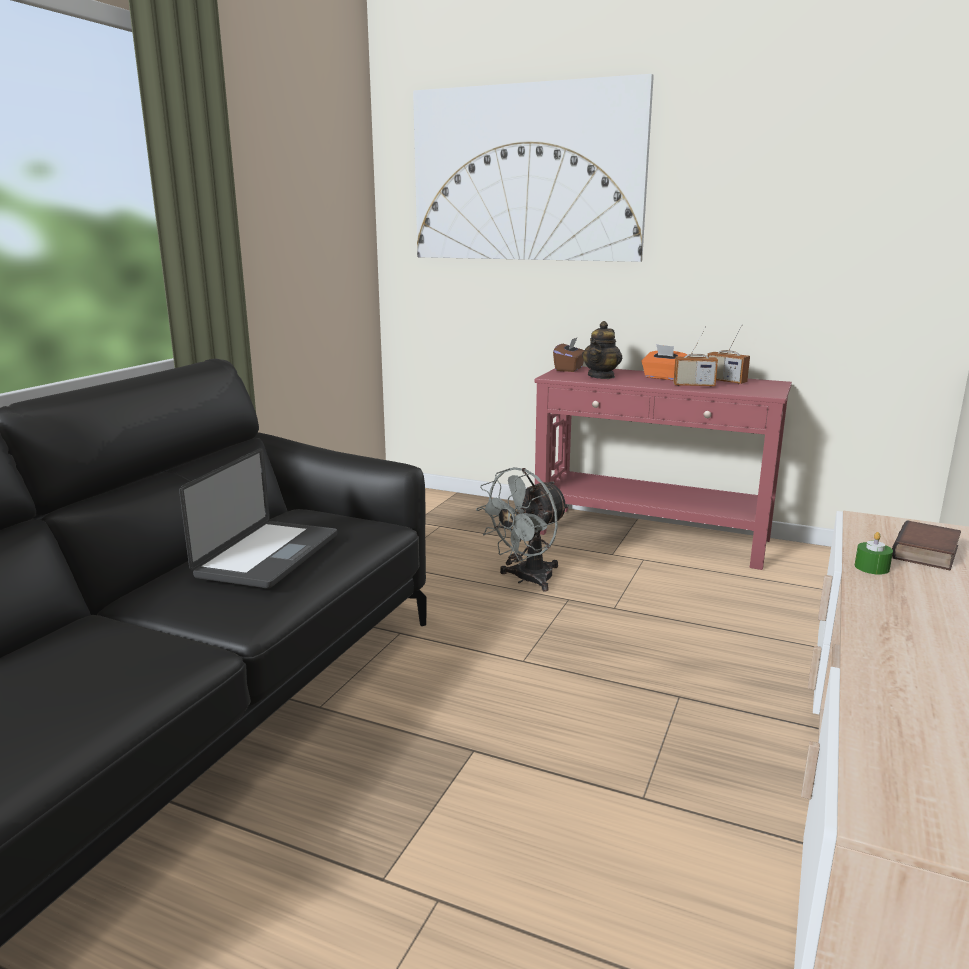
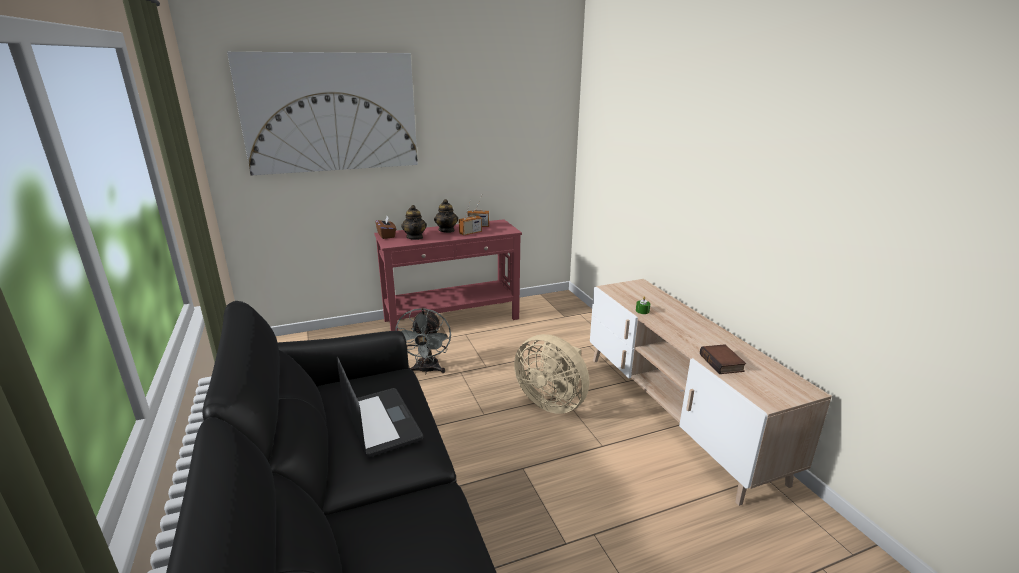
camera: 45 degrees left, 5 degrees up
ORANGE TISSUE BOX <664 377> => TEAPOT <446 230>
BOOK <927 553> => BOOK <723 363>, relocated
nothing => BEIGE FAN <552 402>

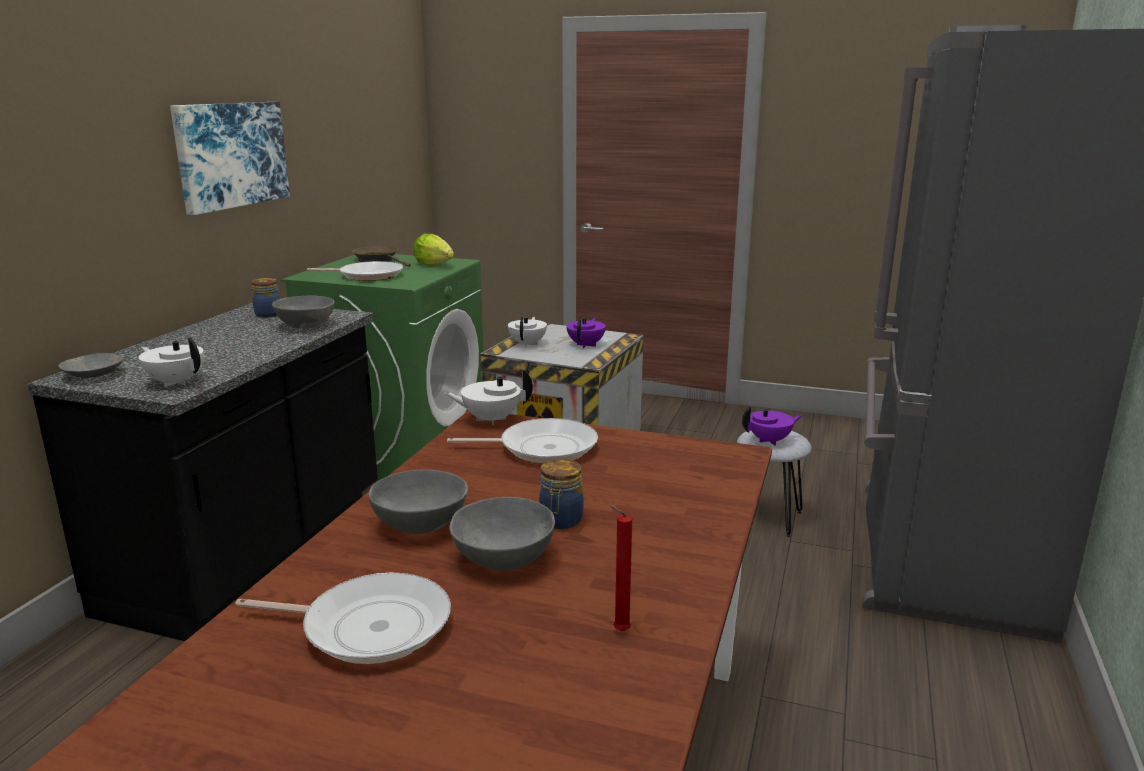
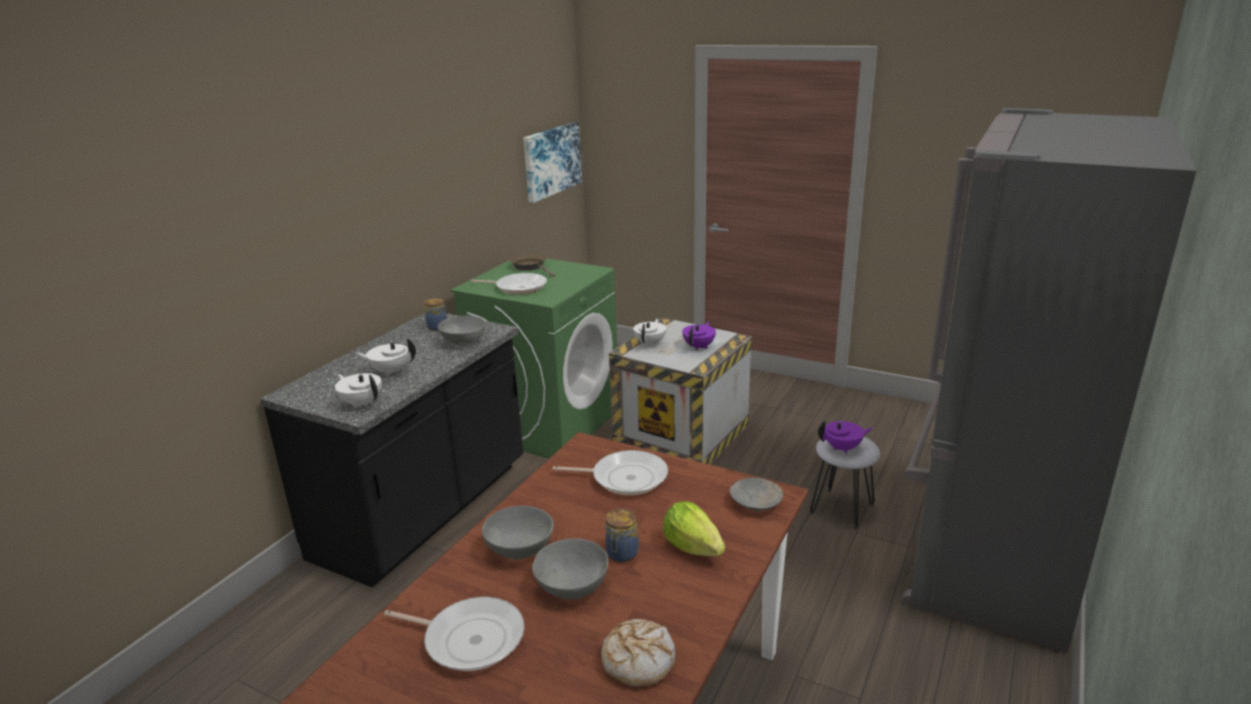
camera: 10 degrees right, 5 degrees up
PICTURE <231 155> => PICTURE <551 161>, relocated
LETTUCE <434 265> => LETTUCE <693 547>, relocated
GREY BOWL <94 375> => GREY BOWL <756 502>, relocated
WHITE TEAPOT <490 419> => WHITE TEAPOT <390 371>, relocated
RED CANDLE <619 631> => BREAD <638 660>

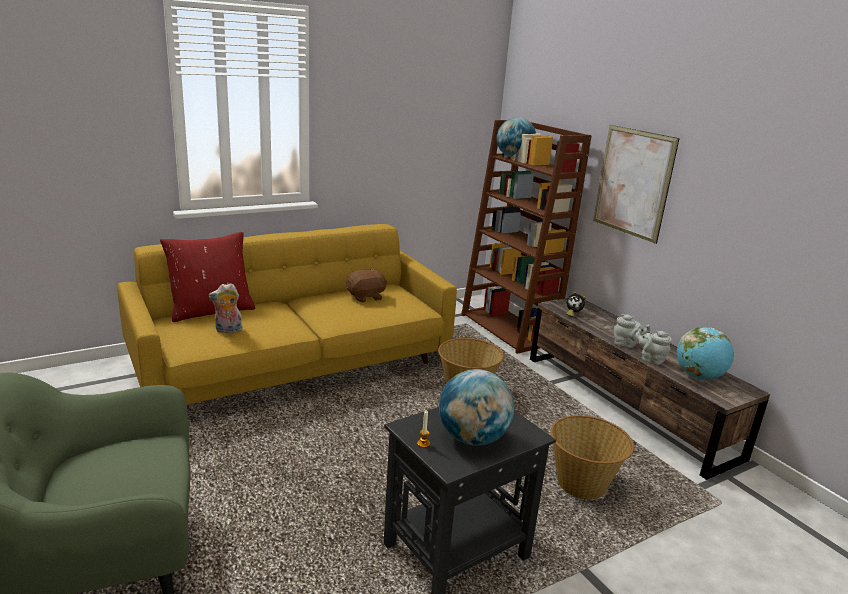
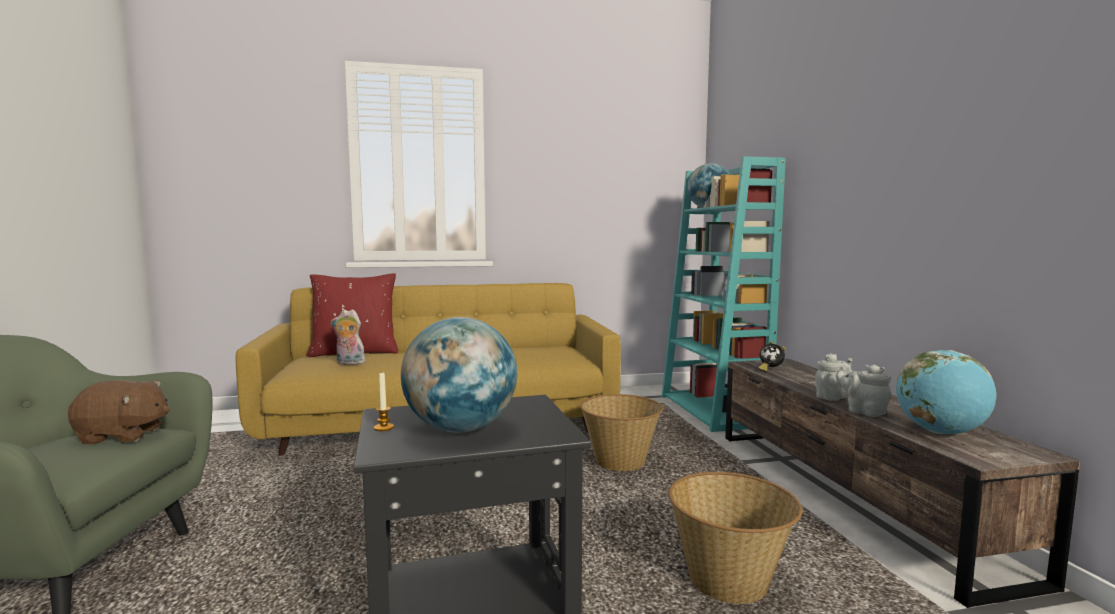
camera: 20 degrees right, 15 degrees down
BROWN BOOKCASE <509 329> => TURQUOISE BOOKCASE <713 411>
PICTURE <633 182> => nothing
BROWN PLUSH TOY <366 297> => BROWN PLUSH TOY <123 436>, relocated
GREY TEAPOT <626 344> => GREY TEAPOT <832 397>, 75 degrees counterclockwise

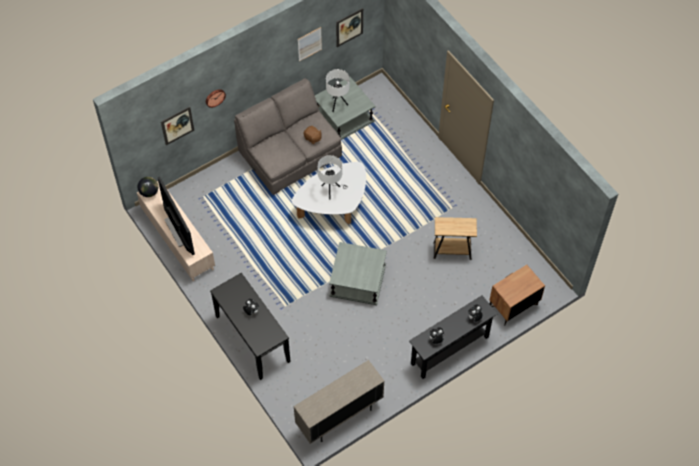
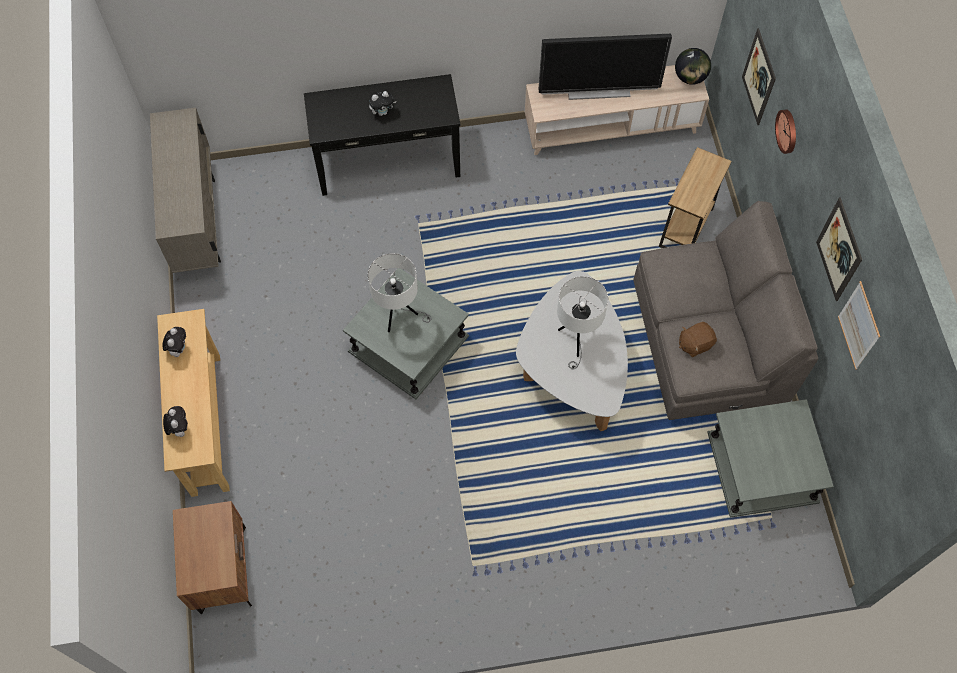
camera: 115 degrees right, 5 degrees up
PICTURE <349 27> => PICTURE <839 250>, relocated
WHITE TABLE LAMP <337 104> => WHITE TABLE LAMP <400 316>, relocated
BROWN SIDE TABLE <452 251> => BROWN SIDE TABLE <686 227>, relocated
BLACK CONSOLE TABLE <450 350> => BEIGE CONSOLE TABLE <205 424>

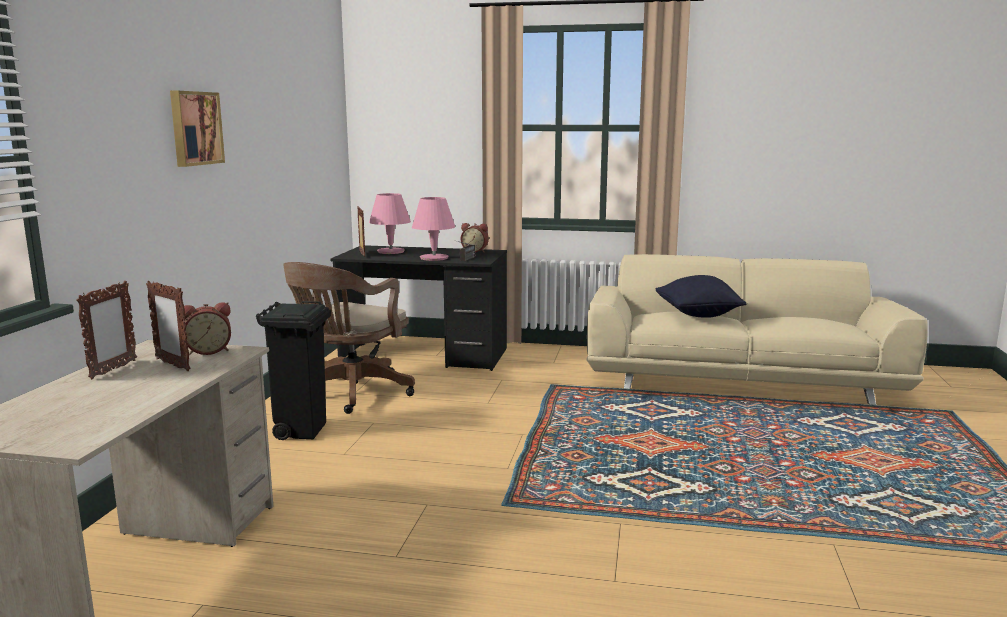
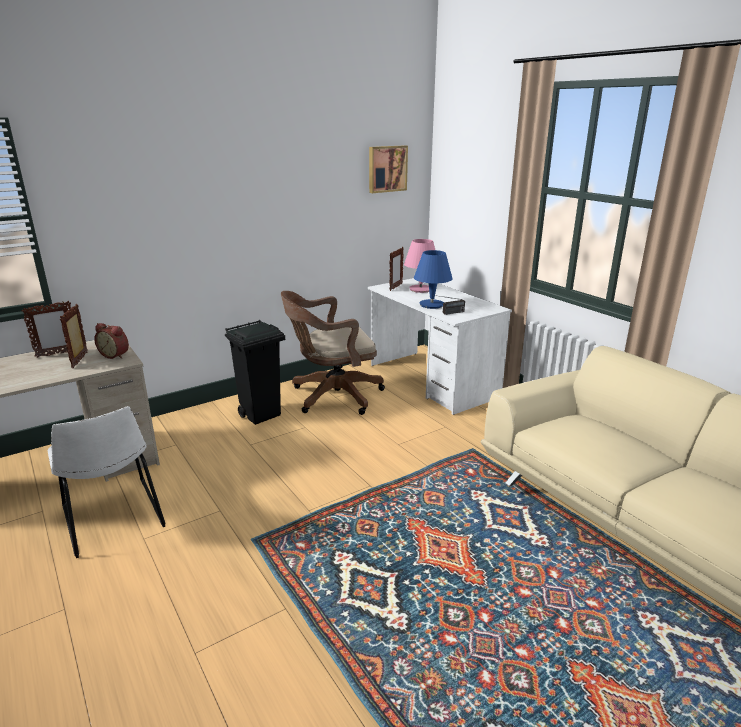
camera: 45 degrees right, 10 degrees up
PICTURE <195 128> => PICTURE <387 169>, relocated
PINK TABLE LAMP <434 258> => BLUE TABLE LAMP <432 305>
ALARM CLOCK <475 251> => nothing
BLACK DESK <424 355> => WHITE DESK <432 381>
BLACK PILLOW <697 315> => nothing
nothing => WHITE CHAIR <114 519>

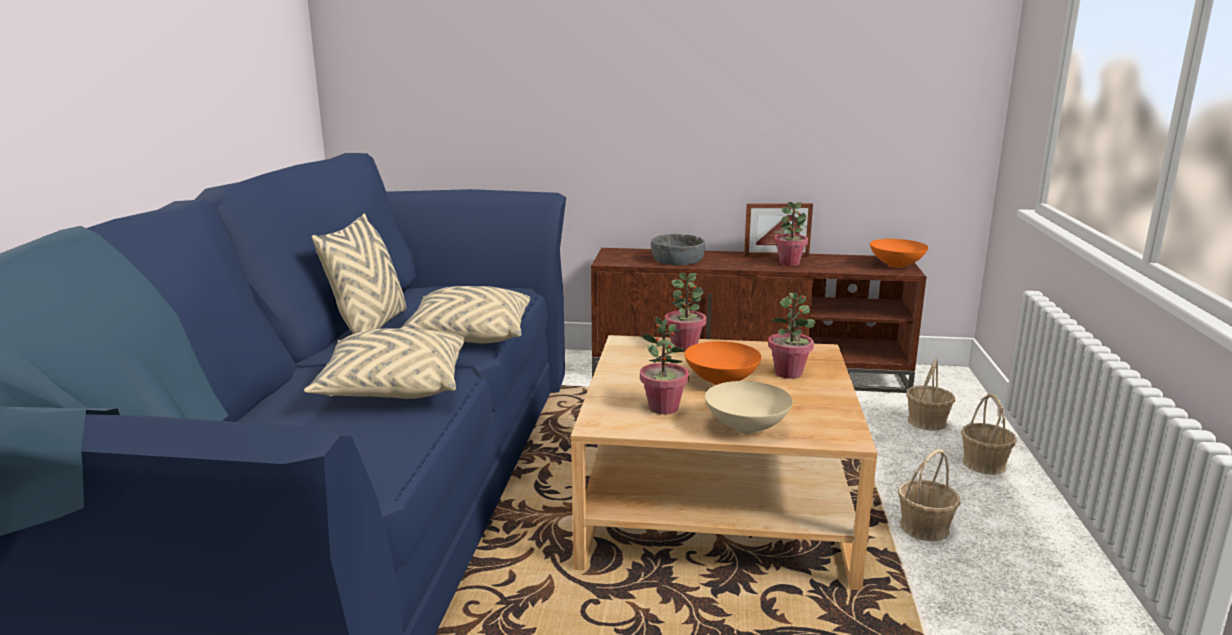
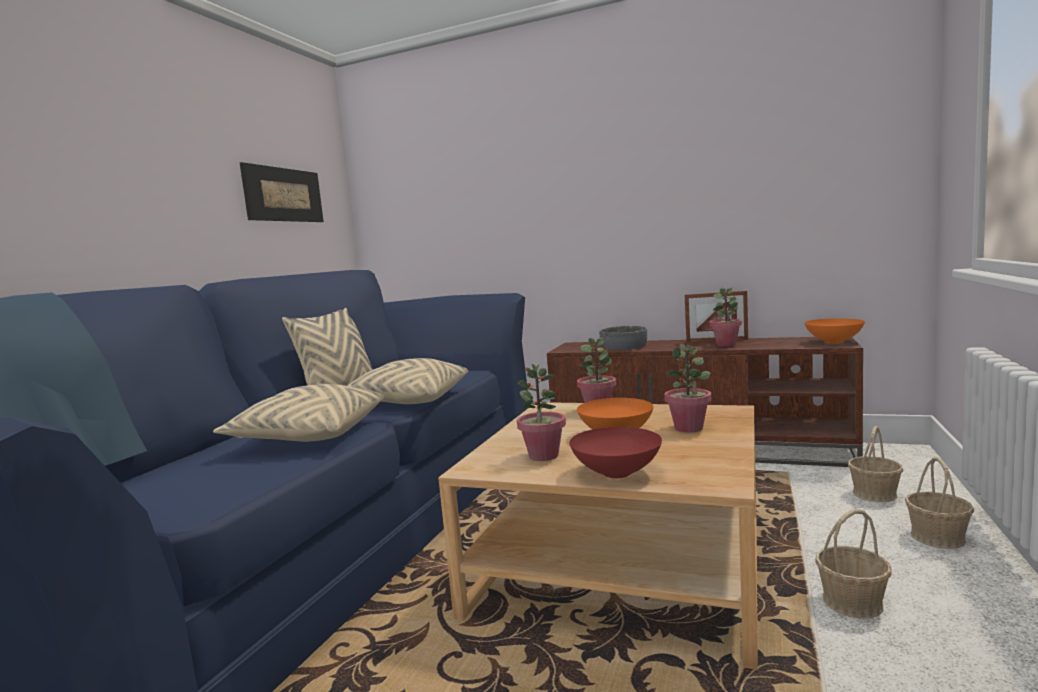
camera: 15 degrees right, 10 degrees down
BEIGE BOWL <748 427> => RED BOWL <618 473>
nothing => PICTURE <284 195>

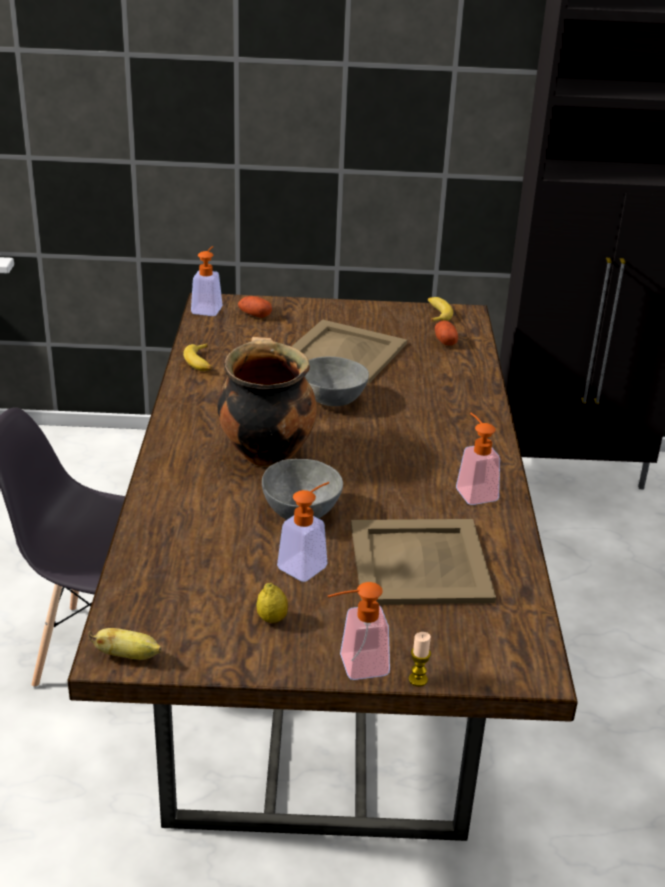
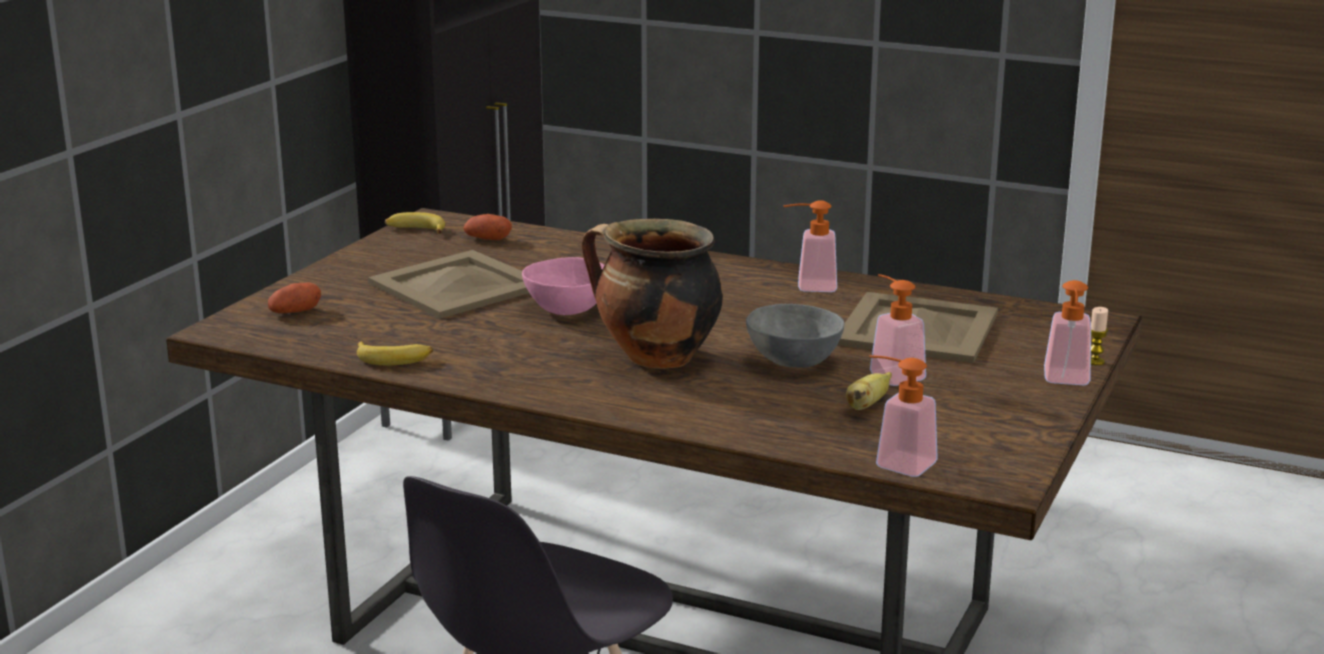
camera: 65 degrees left, 10 degrees down
SOAP DISPENSER <208 308> => SOAP DISPENSER <896 462>, relocated
GREY BOWL <330 399> => PINK BOWL <566 310>
LEMON <272 619> => nothing
BANANA <128 656> => BANANA <867 405>, relocated

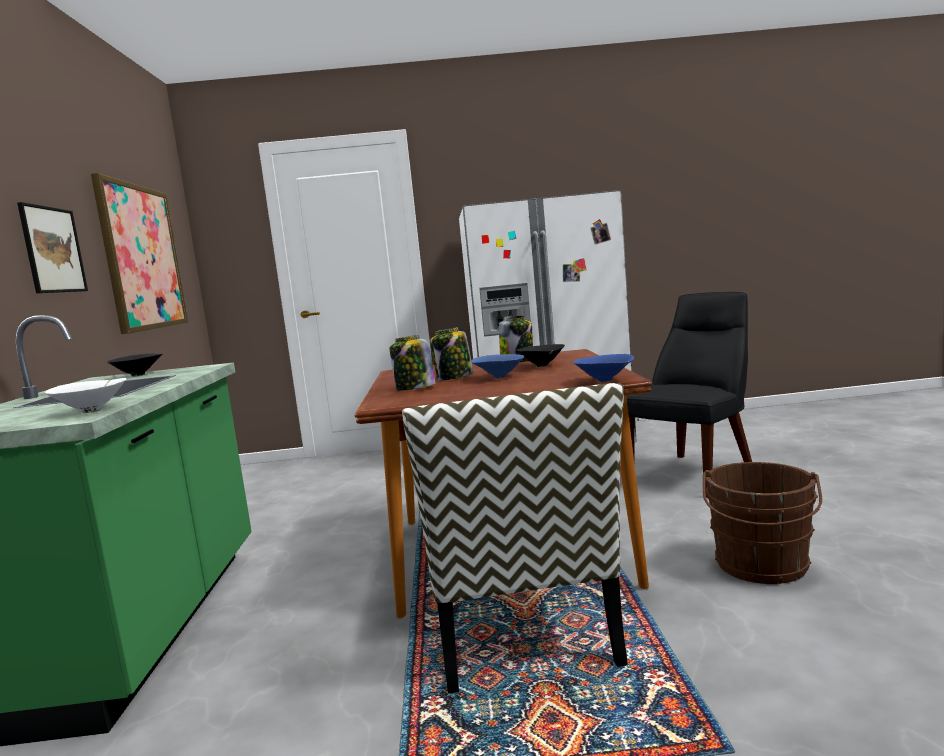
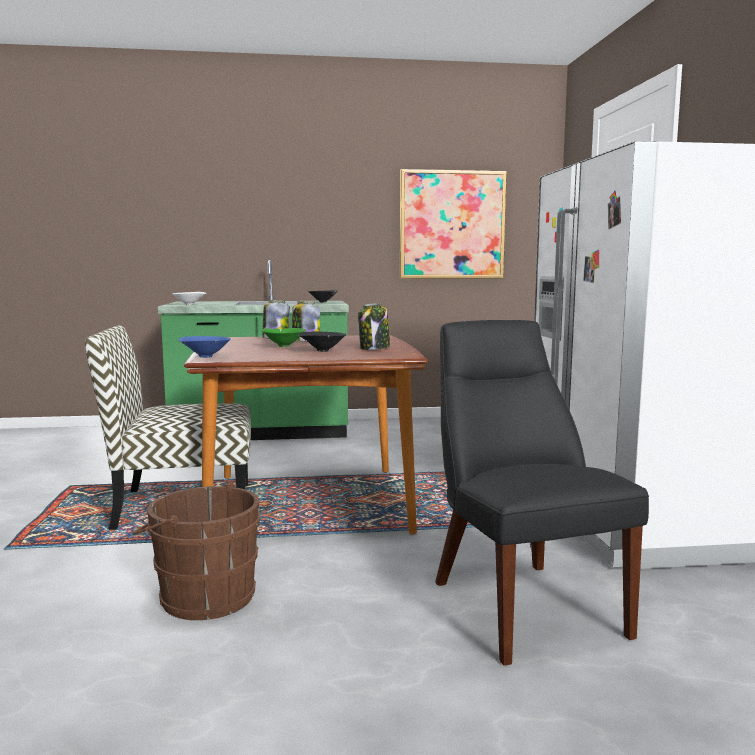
camera: 85 degrees right, 0 degrees up
PICTURE <53 250> => nothing
BLACK CHAIR <695 473> => BLACK CHAIR <521 604>, 150 degrees counterclockwise
BLUE BOWL <498 377> => GREEN BOWL <284 346>

